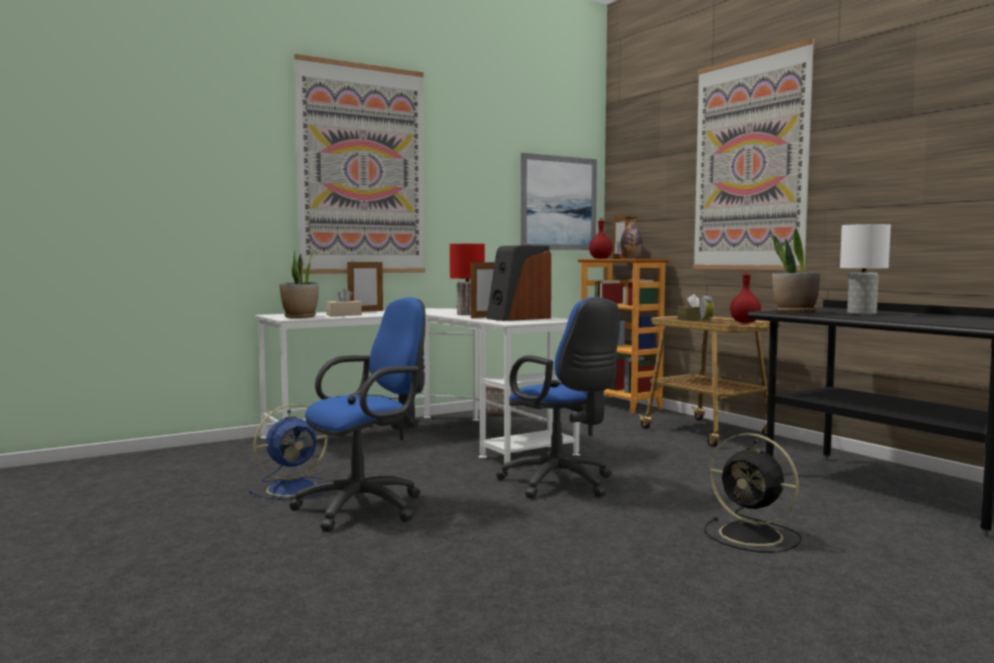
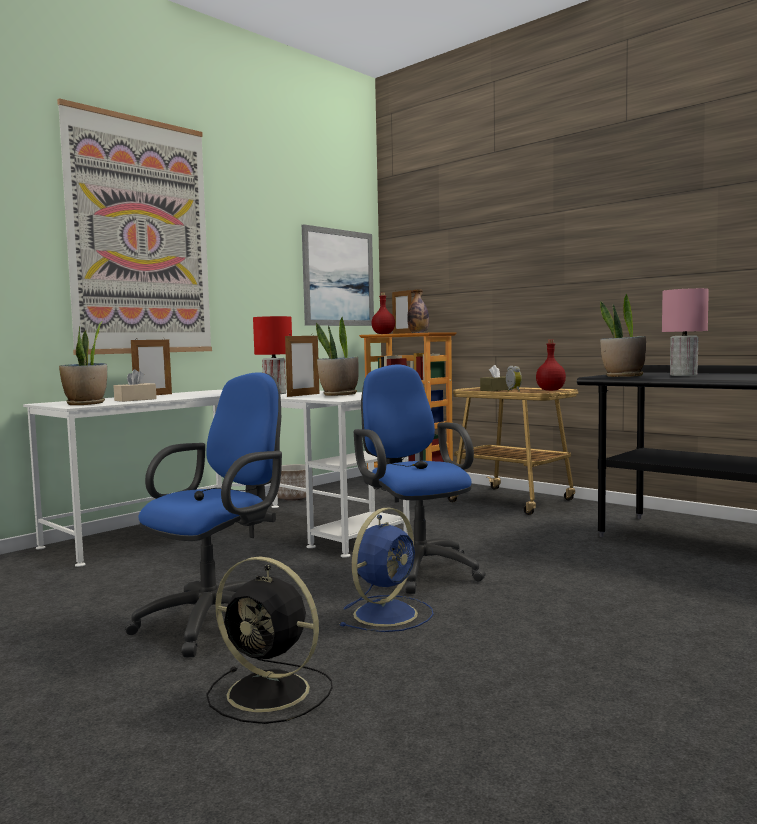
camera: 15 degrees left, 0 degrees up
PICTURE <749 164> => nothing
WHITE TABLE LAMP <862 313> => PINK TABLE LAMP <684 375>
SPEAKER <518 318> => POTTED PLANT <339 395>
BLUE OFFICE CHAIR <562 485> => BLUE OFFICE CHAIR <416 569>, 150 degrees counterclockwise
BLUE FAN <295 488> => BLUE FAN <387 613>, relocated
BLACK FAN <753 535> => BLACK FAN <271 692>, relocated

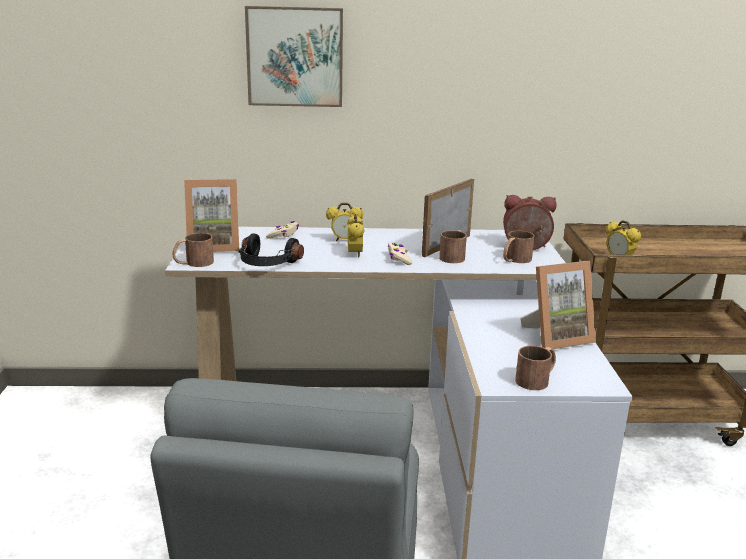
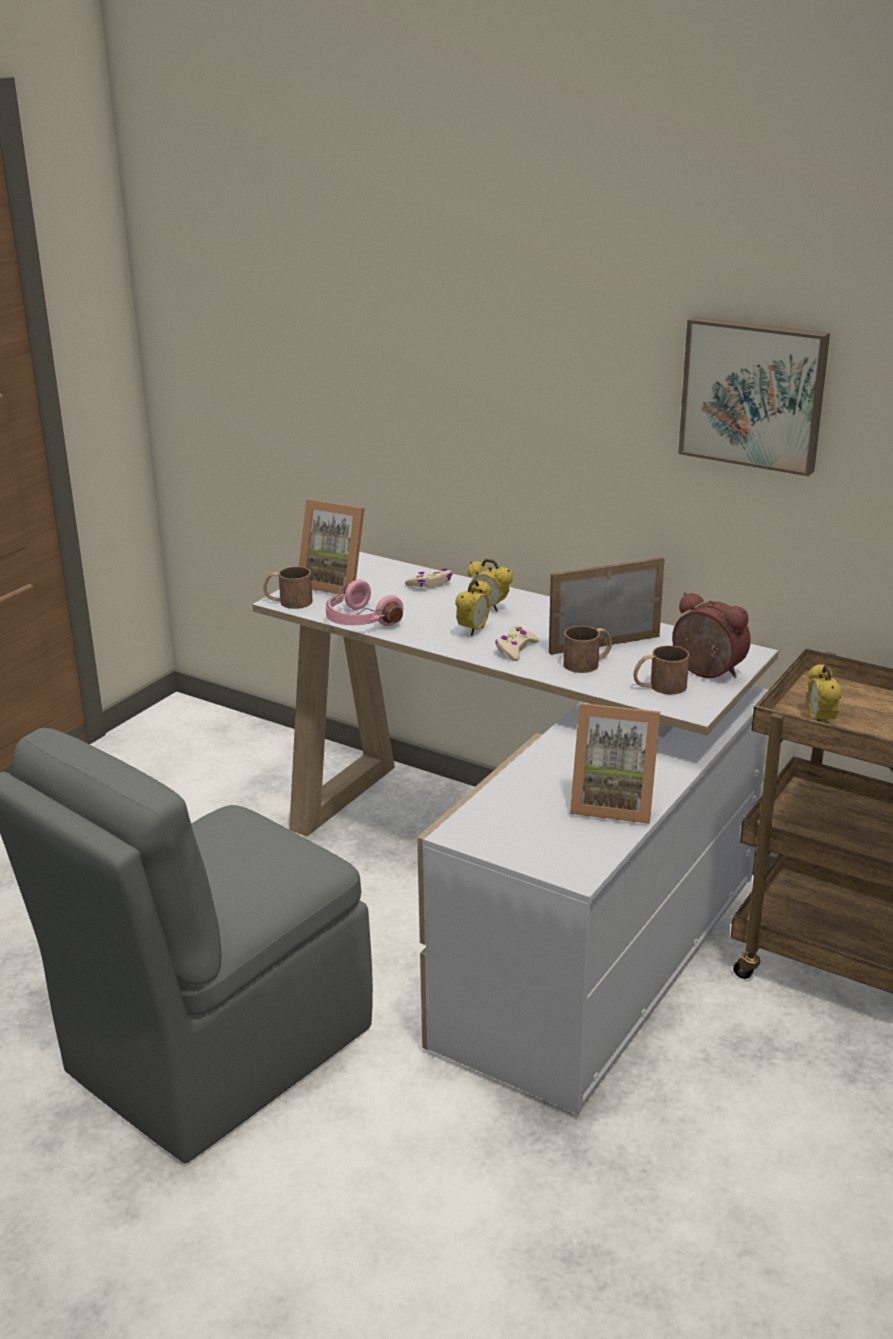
camera: 35 degrees right, 5 degrees up
PICTURE <295 56> => PICTURE <754 393>, relocated
BLACK HEADPHONES <267 264> => PINK HEADPHONES <359 621>
BROWN MUG <537 379> => nothing

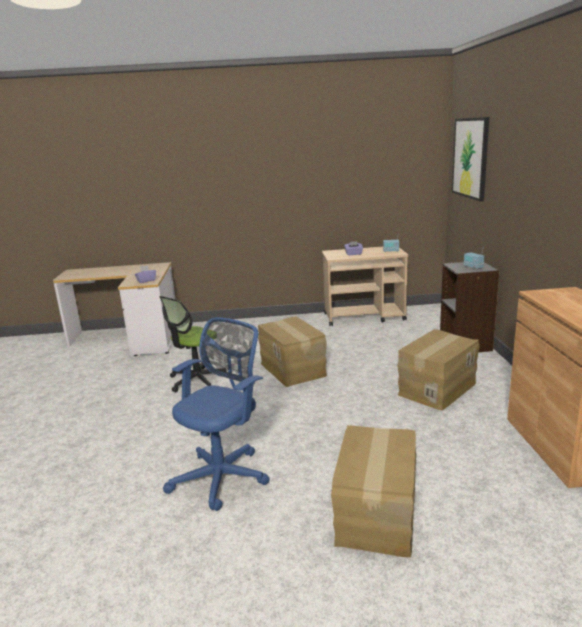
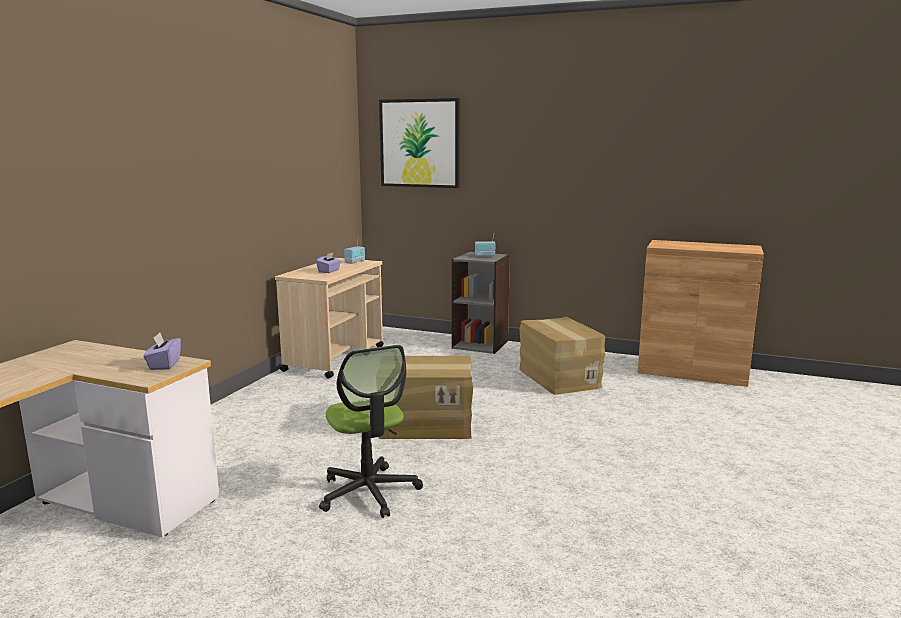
camera: 65 degrees left, 5 degrees down
BLUE OFFICE CHAIR <223 476> => nothing
CARDBOARD BOX <378 515> => nothing

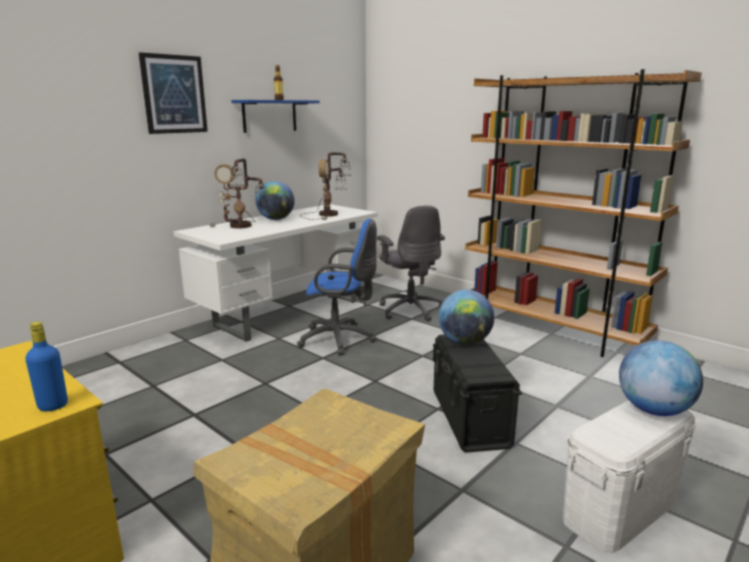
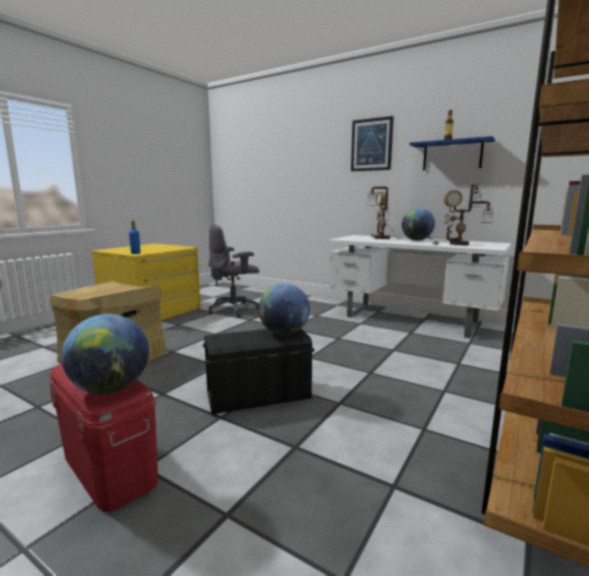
camera: 80 degrees right, 5 degrees down
GREY OFFICE CHAIR <410 310> => GREY OFFICE CHAIR <234 310>, relocated
BLUE OFFICE CHAIR <341 340> => nothing
WHITE STORAGE BOX <620 510> => RED STORAGE BOX <108 467>

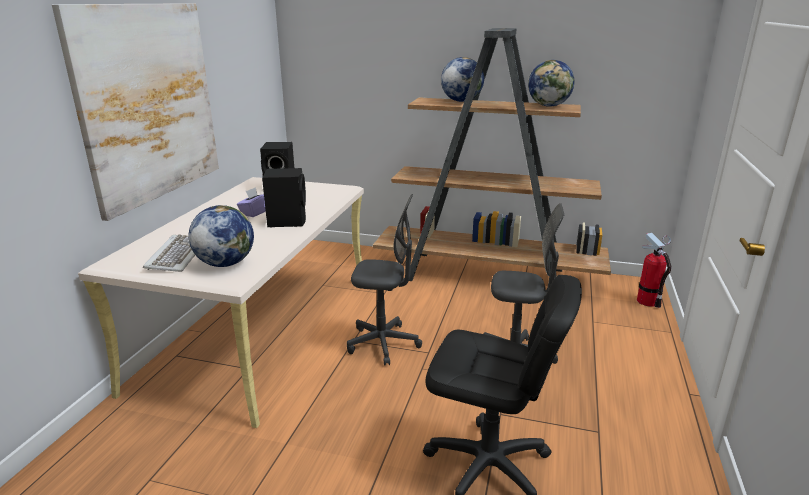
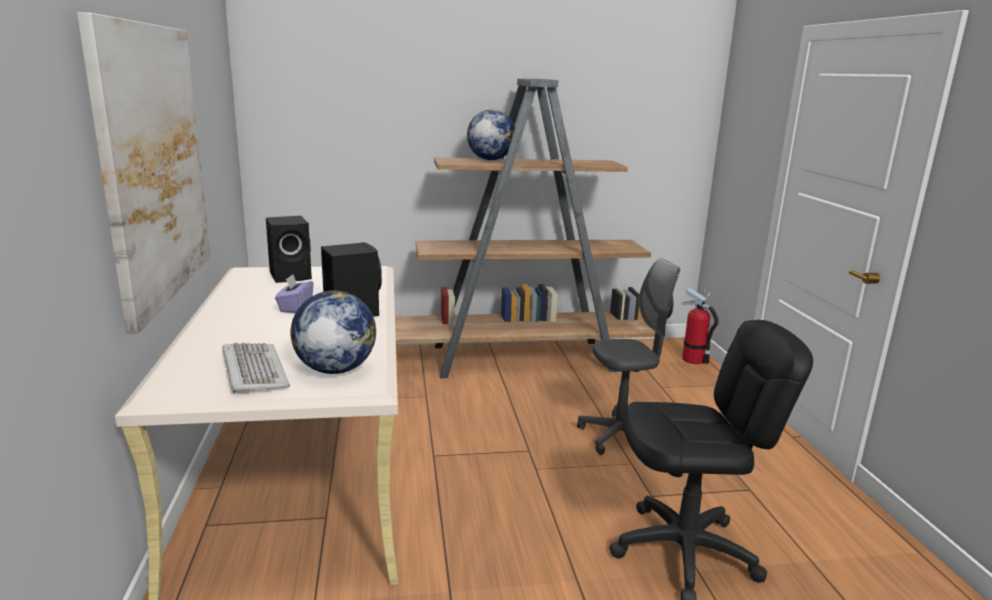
camera: 25 degrees left, 5 degrees down
GLOBE <549 106> => nothing
GREY OFFICE CHAIR <383 343> => nothing

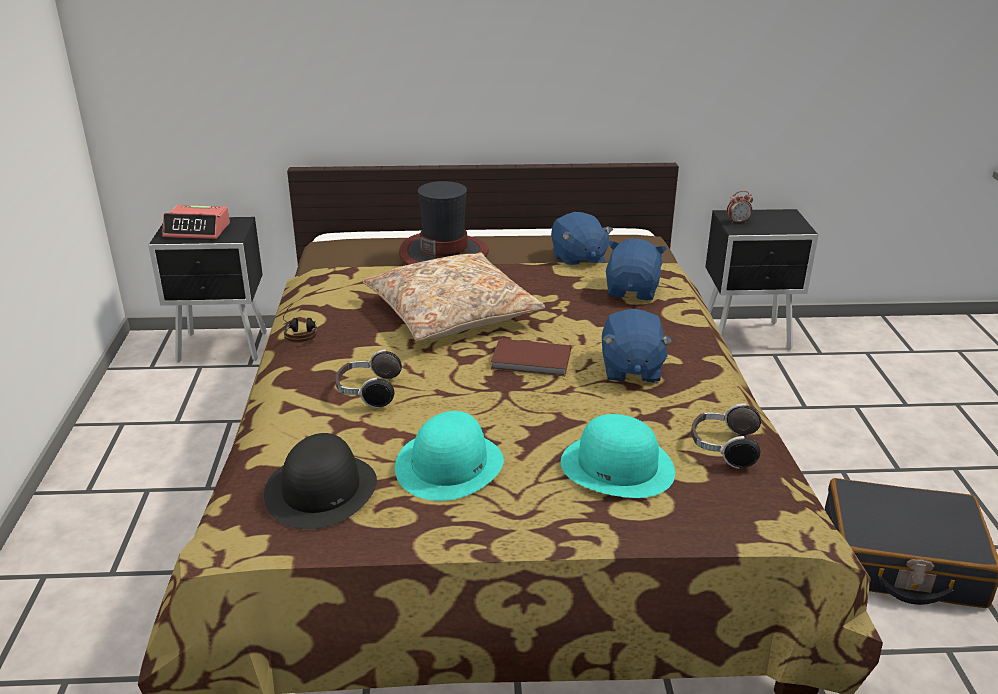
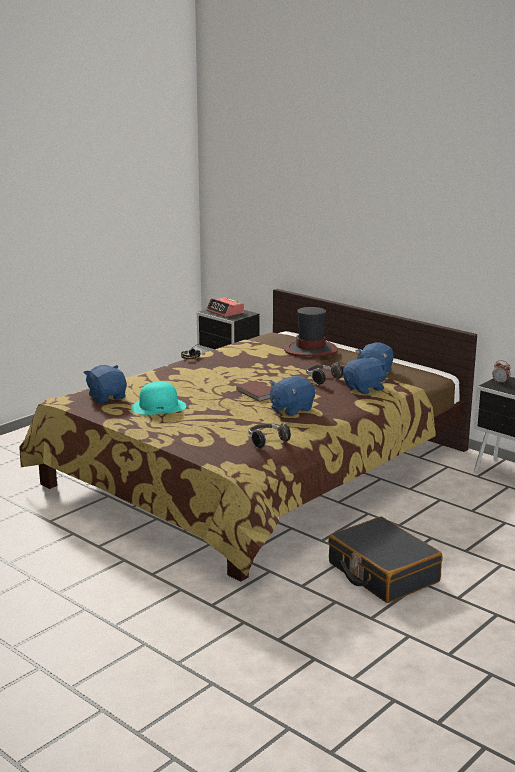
camera: 45 degrees right, 10 degrees down
BEIGE PILLOW <451 313> => nothing
HEADPHONES <368 392> => HEADPHONES <322 379>, relocated
TURQUOISE HAT <618 466> => nothing
BLACK HAT <321 490> => BLUE PLUSH TOY <107 397>

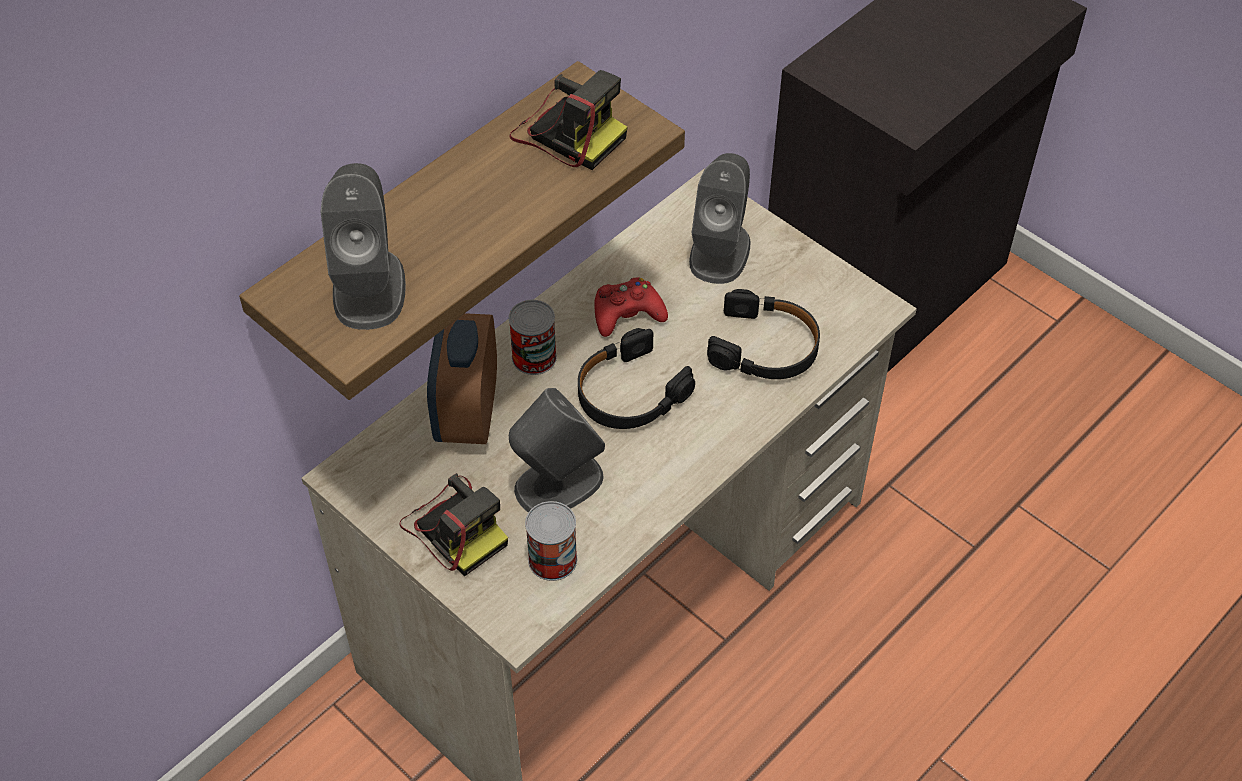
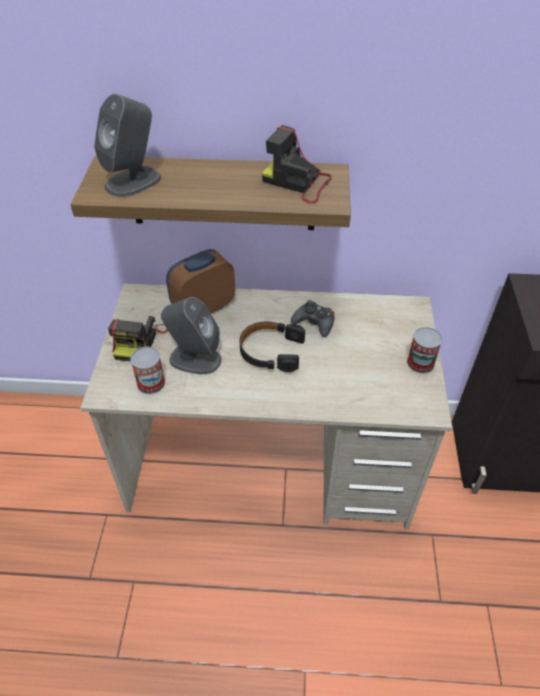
camera: 50 degrees right, 5 degrees down
PHOTO CAMERA <567 132> => PHOTO CAMERA <298 183>, 120 degrees clockwise
GREY SPEAKER <720 251> => nothing
RED GAME CONTROLLER <627 313> => BLACK GAME CONTROLLER <314 323>
BLACK HEADPHONES <765 347> => nothing
CAN <534 357> => CAN <420 363>, relocated

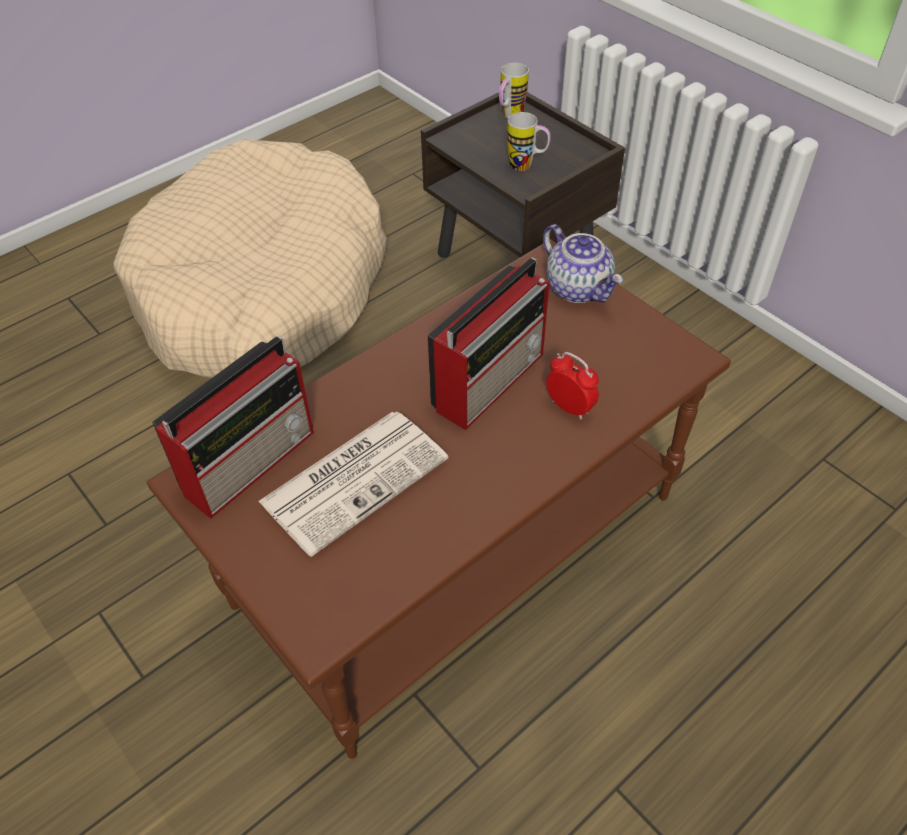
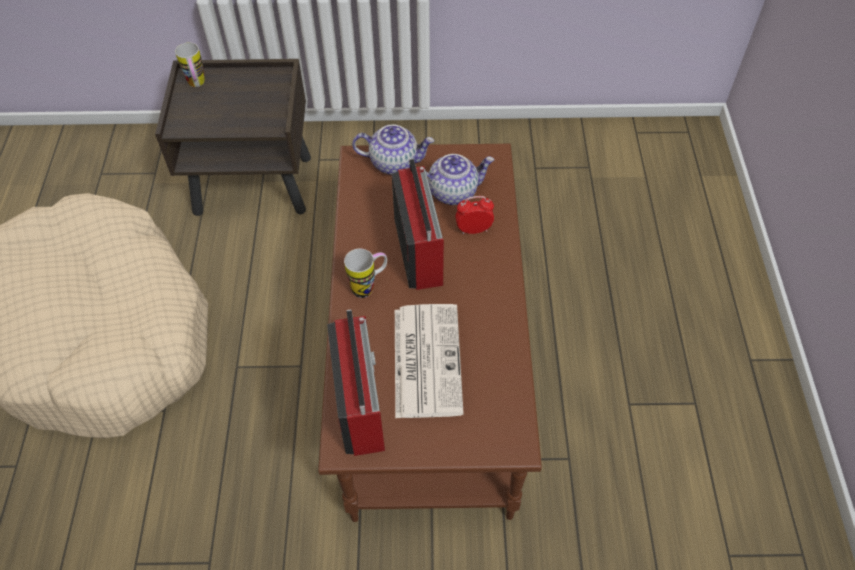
camera: 50 degrees left, 5 degrees up
MUG <527 166> => MUG <369 287>, relocated
nothing => TEAPOT <453 192>

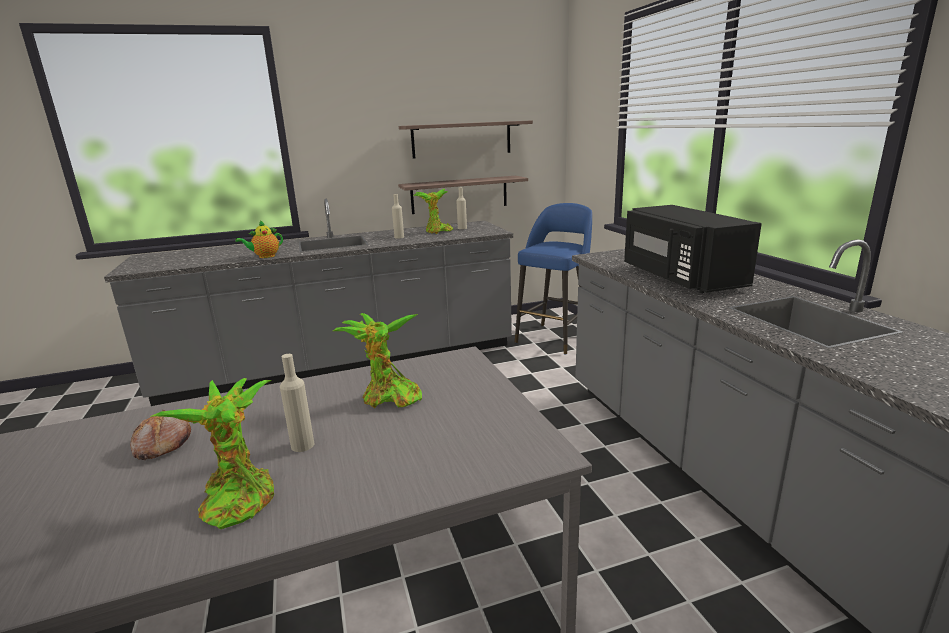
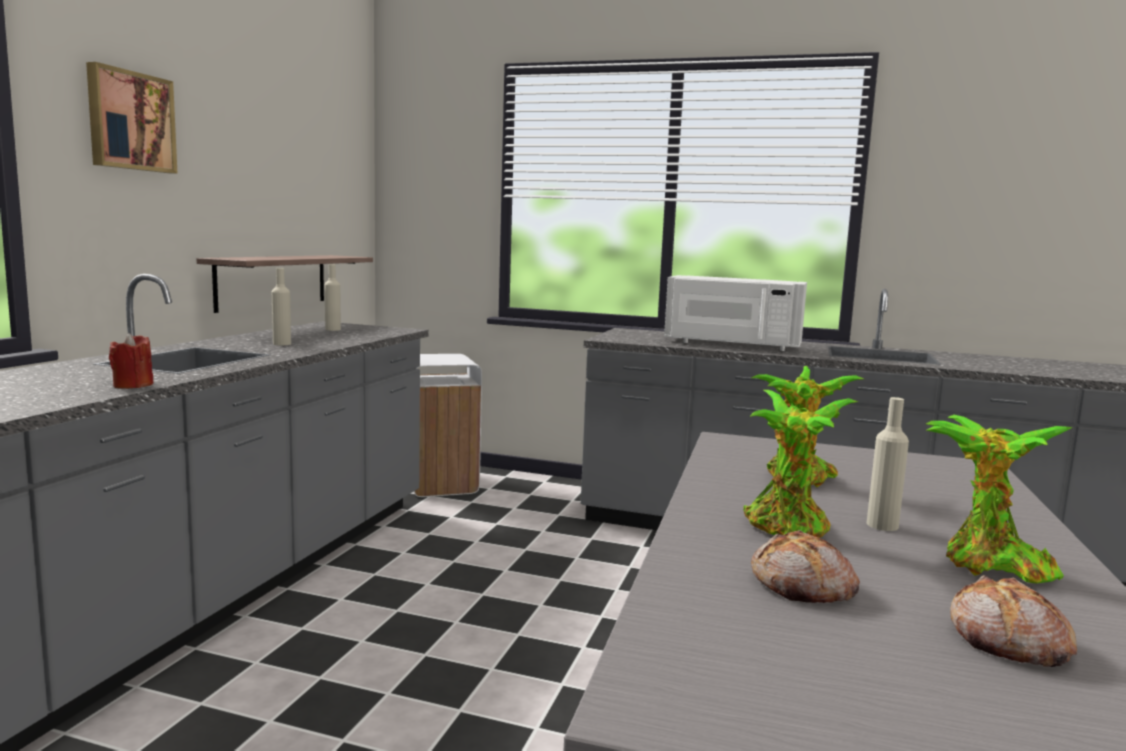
camera: 55 degrees left, 10 degrees down
SHELF <461 139> => nothing
POTTED PLANT <437 232> => POTTED PLANT <788 529>, relocated
BLUE STOOL <554 338> => WHITE TRASH CAN <442 484>
BLACK MICROWAVE <679 278> => WHITE MICROWAVE <732 345>
TEAPOT <265 256> => RED CANDLE <133 385>
nothing => PICTURE <130 121>
nothing => BREAD <1008 642>

